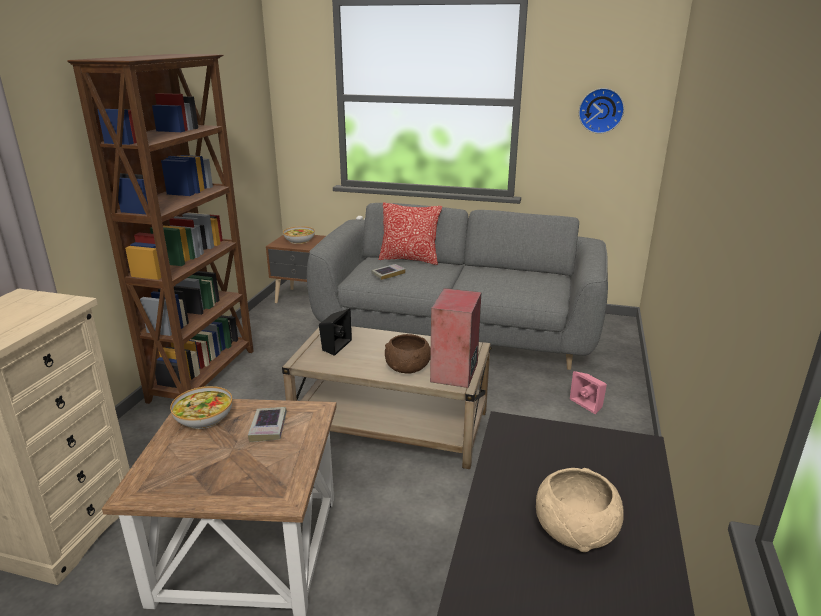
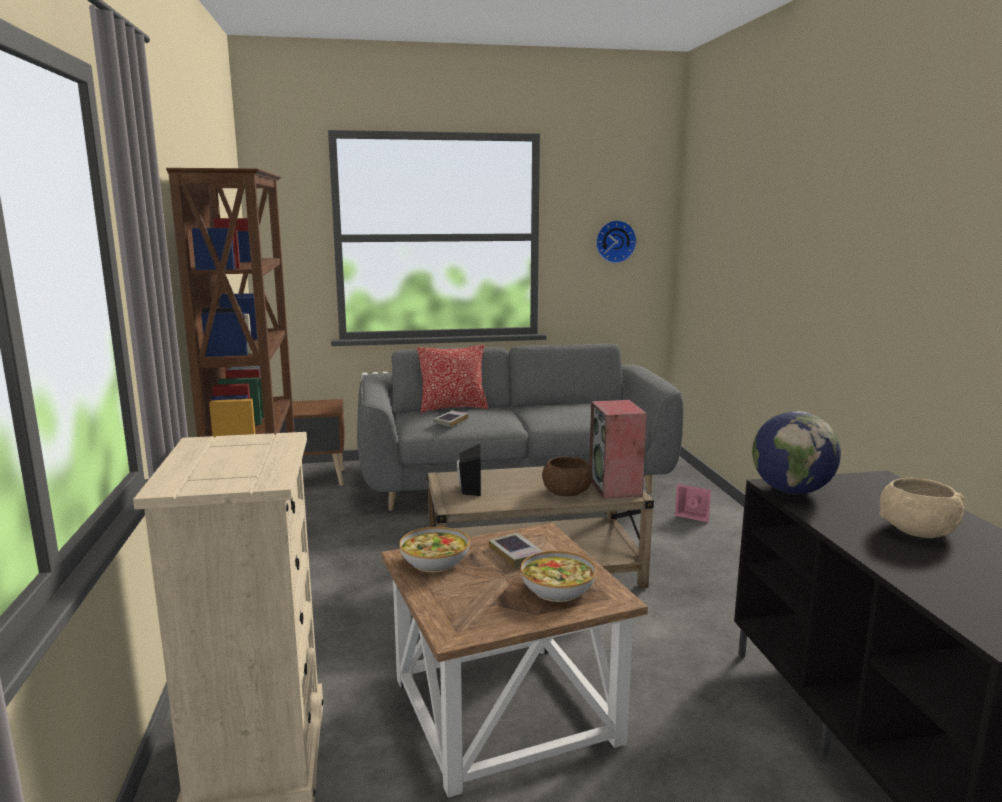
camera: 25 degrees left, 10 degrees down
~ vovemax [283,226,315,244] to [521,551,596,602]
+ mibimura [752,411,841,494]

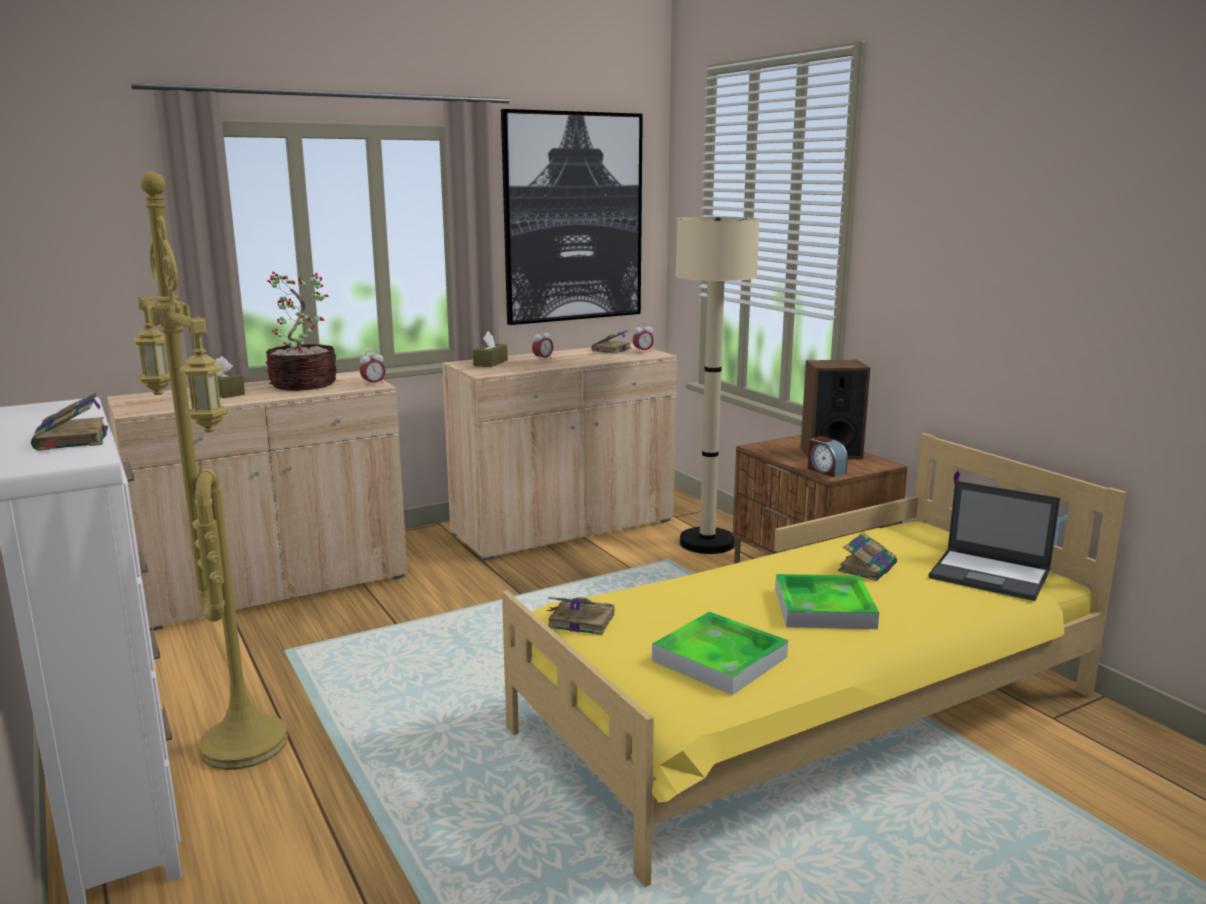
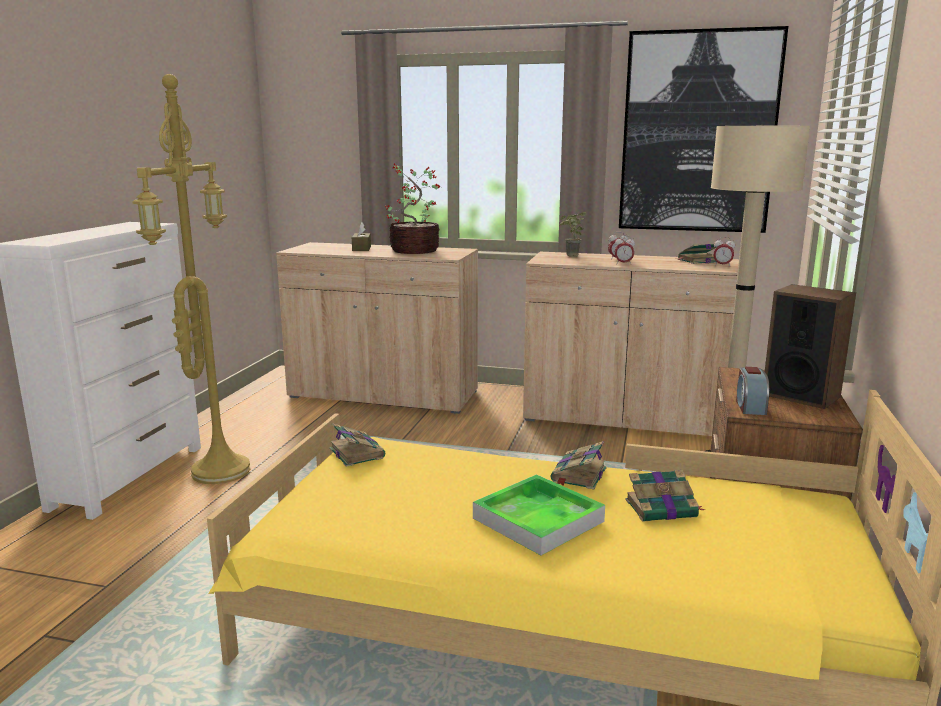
camera: 45 degrees right, 0 degrees up
~ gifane [31,391,108,451] to [551,441,607,489]
~ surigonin [360,350,386,386] to [615,235,635,264]
~ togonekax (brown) [473,331,508,367] to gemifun [560,212,586,257]
- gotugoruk [652,611,788,695]
- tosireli [928,481,1060,601]

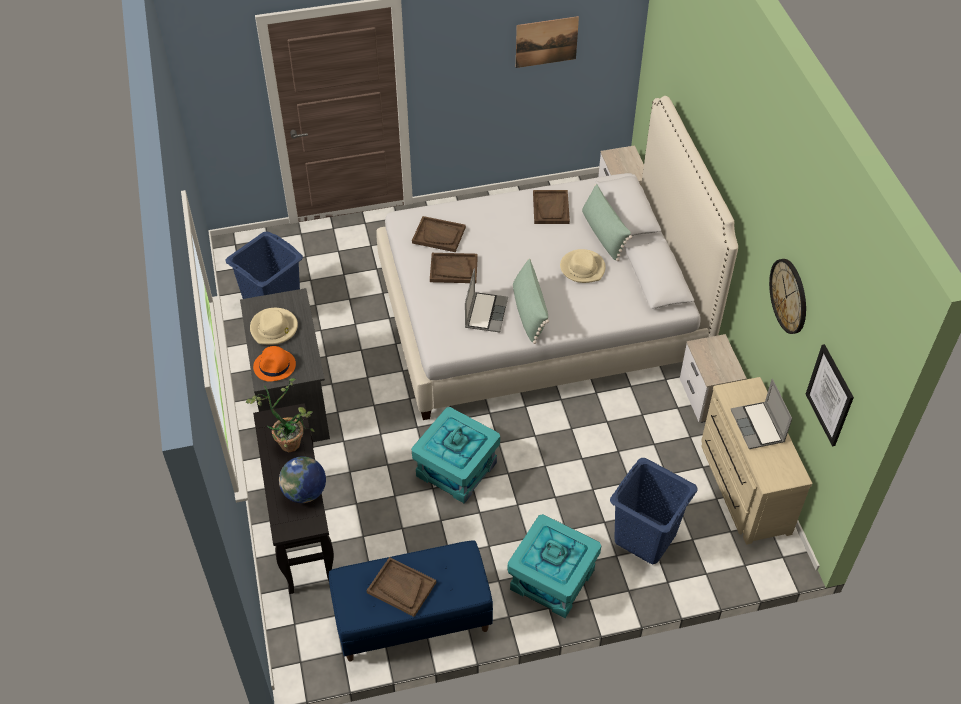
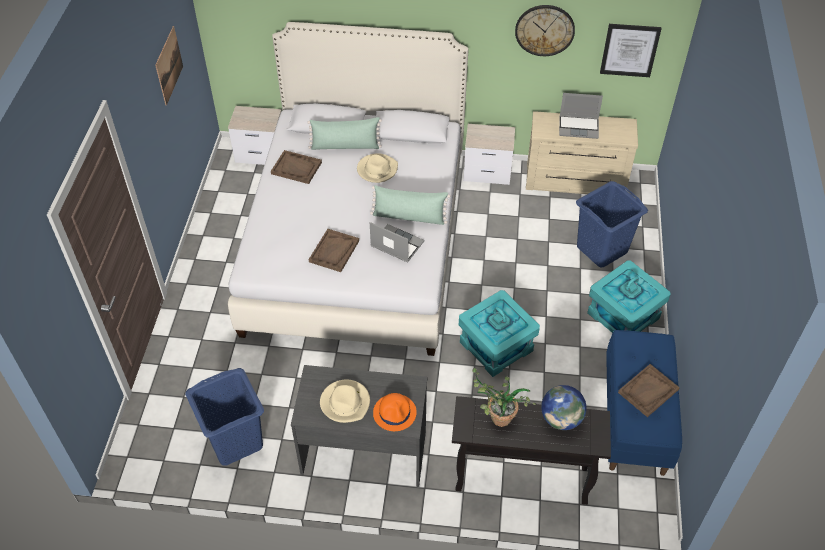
camera: 70 degrees left, 0 degrees up
- gotugoruk (brown) [412,216,466,252]

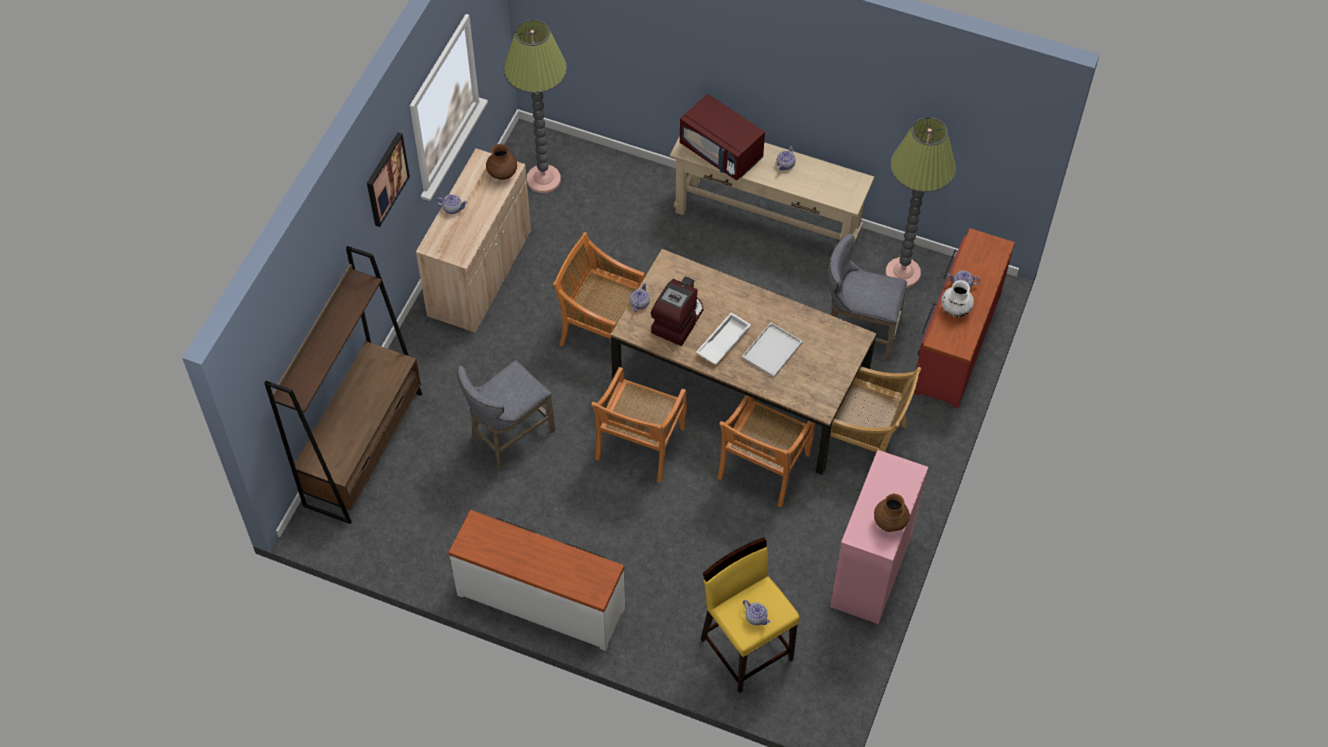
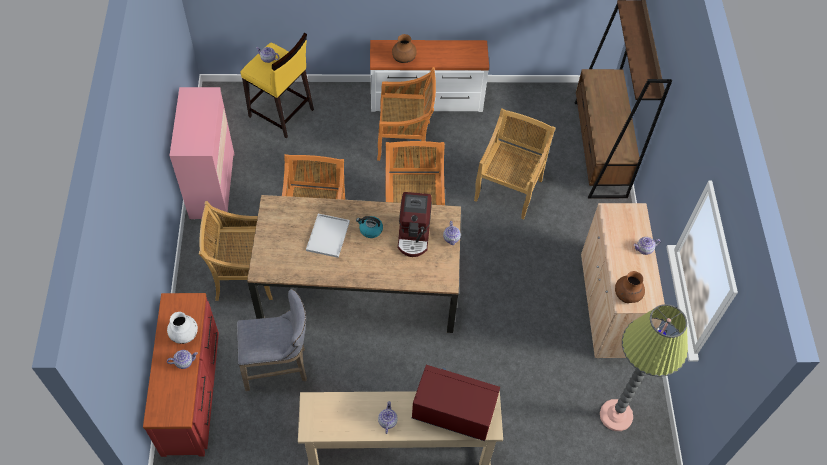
camera: 155 degrees right, 0 degrees up
- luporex [367,132,410,227]
~ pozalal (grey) [457,360,555,469] to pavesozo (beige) [474,109,556,219]
~ pavesozo (orange) [553,232,645,346] to [377,67,436,161]
~ gotugoruk (white) [696,313,751,365] to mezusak [356,216,383,238]
~ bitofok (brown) [874,494,910,532] to [392,34,417,63]
- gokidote [885,117,956,288]

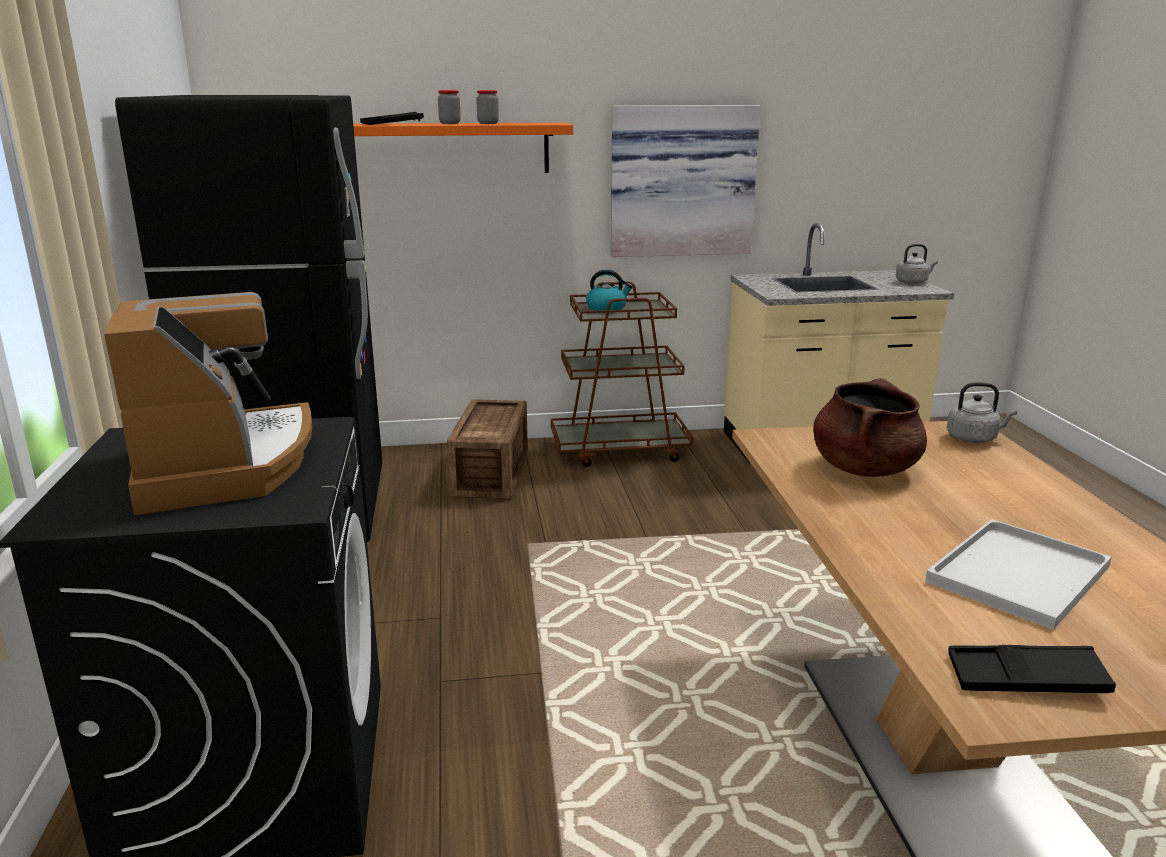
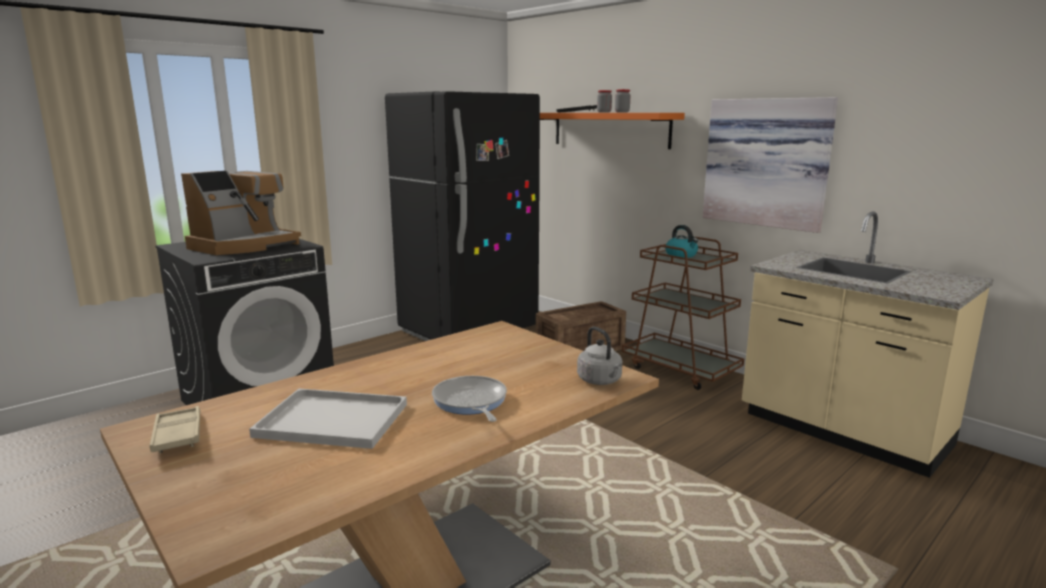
camera: 55 degrees right, 5 degrees down
- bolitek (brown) [813,378,927,477]
- mezusak (grey) [896,244,938,284]
~ gotugoruk (black) [948,645,1116,693] to gotugoruk (beige) [149,406,201,453]
+ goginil [432,376,507,422]

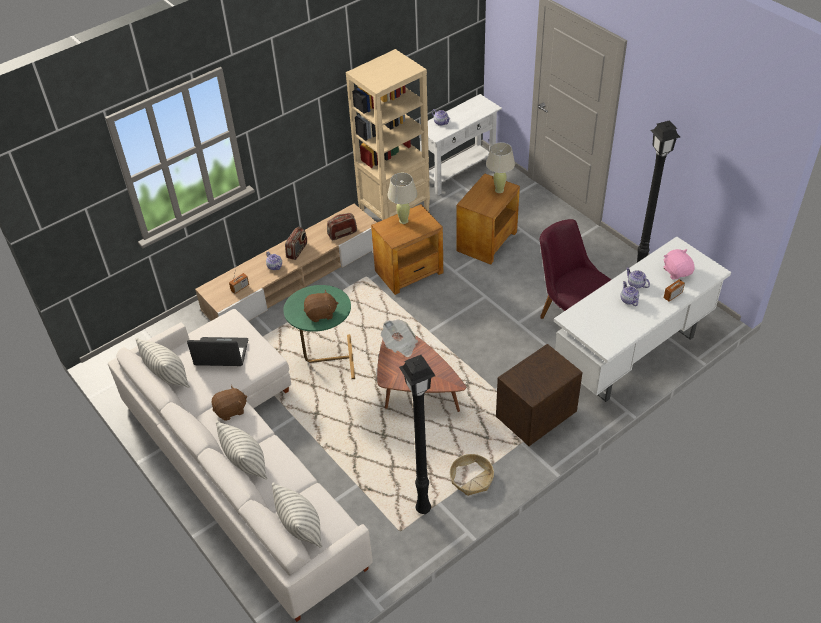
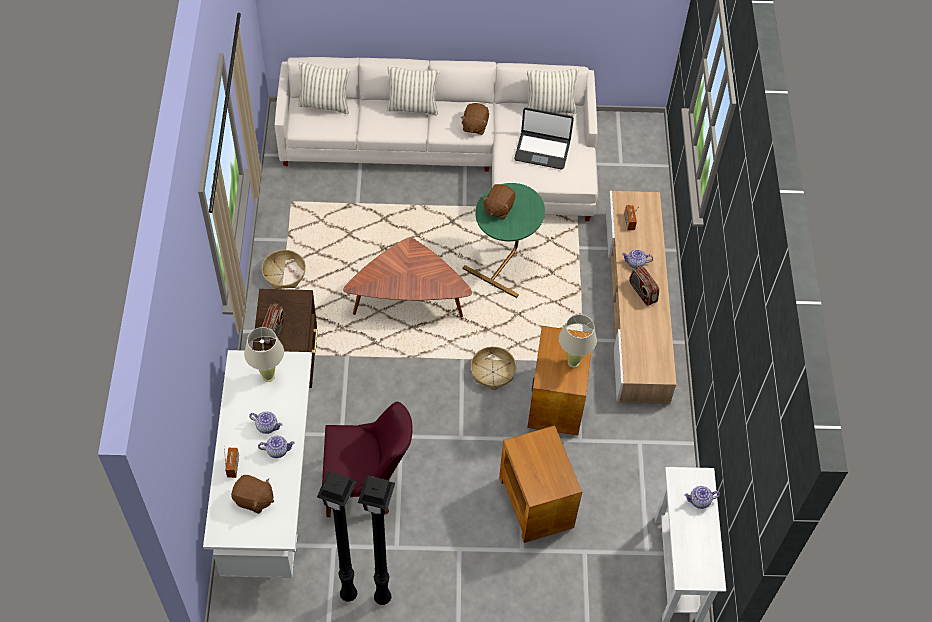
camera: 125 degrees right, 10 degrees up
~ tosireli [187,337,248,366] = [514,108,574,169] 60 degrees clockwise
~ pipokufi [327,213,357,240] to [261,303,285,347]
- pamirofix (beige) [346,49,430,220]
- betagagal [381,319,418,357]
~ gokidote (black) [399,355,435,514] to [358,476,395,605]
~ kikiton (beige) [486,142,515,193] to [244,327,284,382]
~ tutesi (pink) [664,249,695,279] to tutesi (brown) [231,475,274,514]
+ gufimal [471,346,516,390]

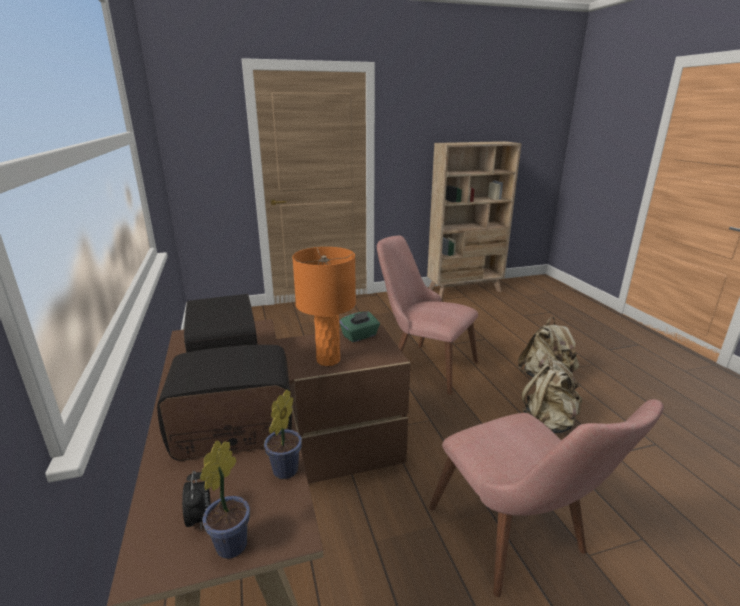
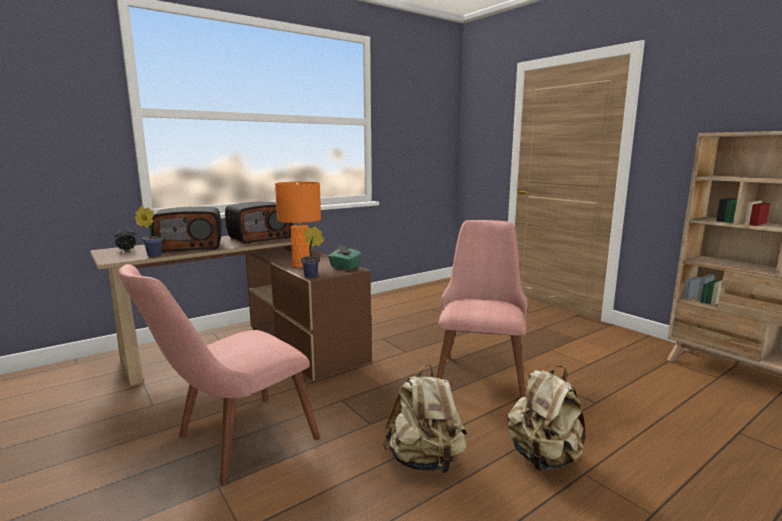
camera: 70 degrees right, 10 degrees down
~ pipokufi [157,345,292,461] = [151,206,222,253] 105 degrees clockwise
~ gemifun [200,441,250,559] to [301,226,323,278]

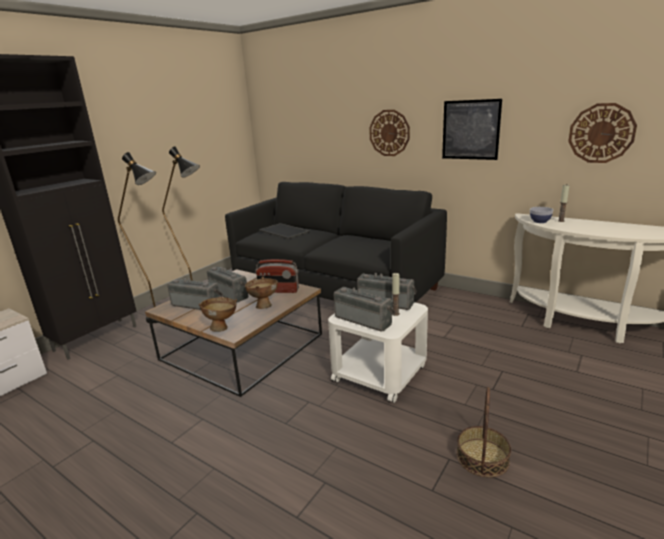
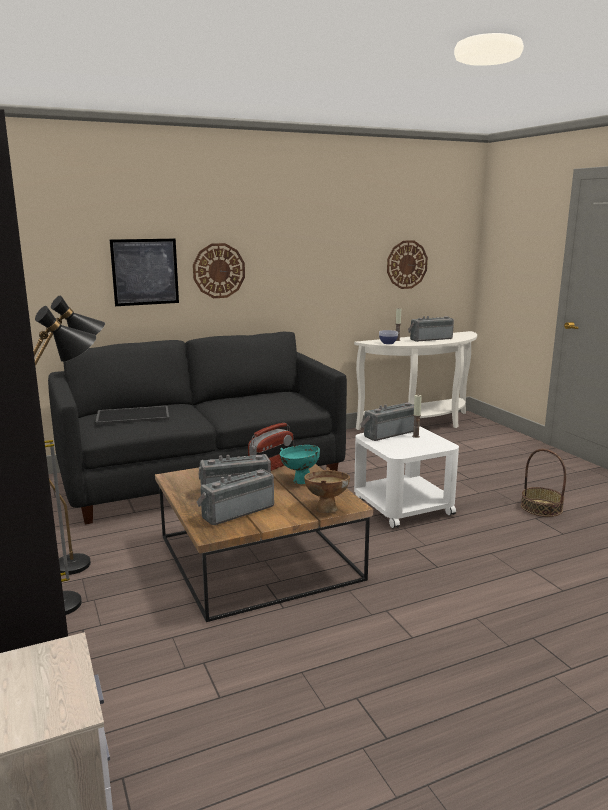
camera: 60 degrees left, 5 degrees down
~ vovemax (brown) [245,277,278,309] to vovemax (turquoise) [280,445,320,484]
~ pipokufi [334,287,396,331] to [408,316,454,342]
~ luporex [442,99,502,160] to [110,239,179,306]

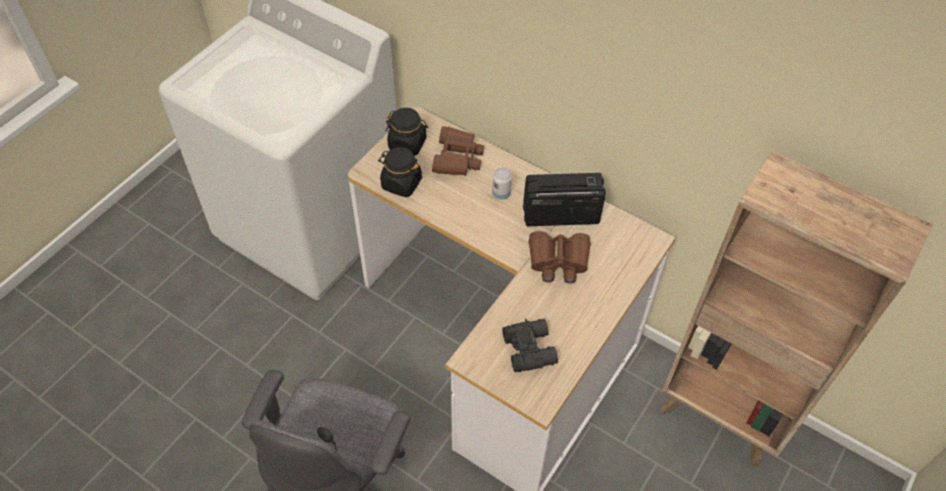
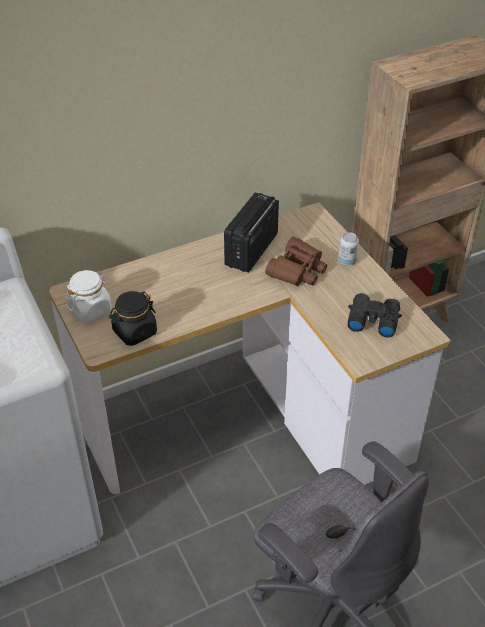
camera: 60 degrees left, 10 degrees down
~ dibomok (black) [386,108,428,156] to dibomok (white) [66,270,112,323]
- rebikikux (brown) [432,126,484,176]
~ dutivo [492,168,512,200] to [339,232,359,266]

